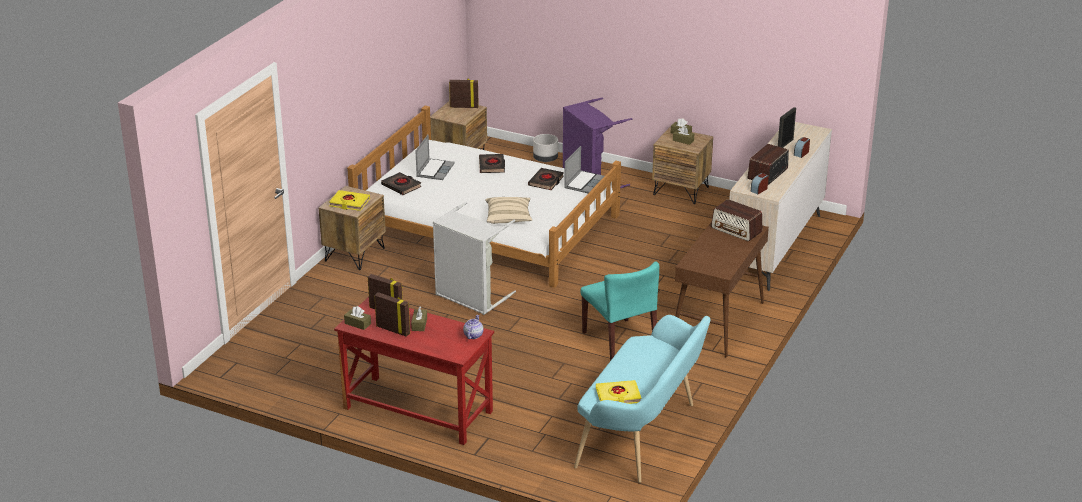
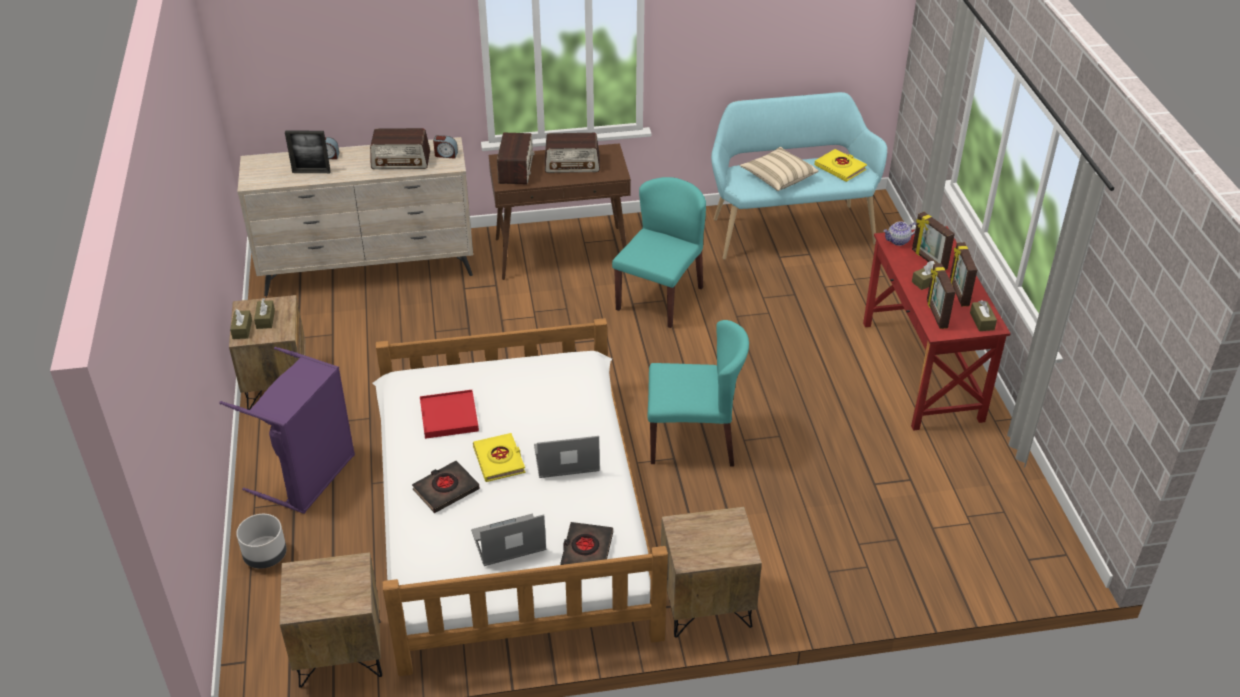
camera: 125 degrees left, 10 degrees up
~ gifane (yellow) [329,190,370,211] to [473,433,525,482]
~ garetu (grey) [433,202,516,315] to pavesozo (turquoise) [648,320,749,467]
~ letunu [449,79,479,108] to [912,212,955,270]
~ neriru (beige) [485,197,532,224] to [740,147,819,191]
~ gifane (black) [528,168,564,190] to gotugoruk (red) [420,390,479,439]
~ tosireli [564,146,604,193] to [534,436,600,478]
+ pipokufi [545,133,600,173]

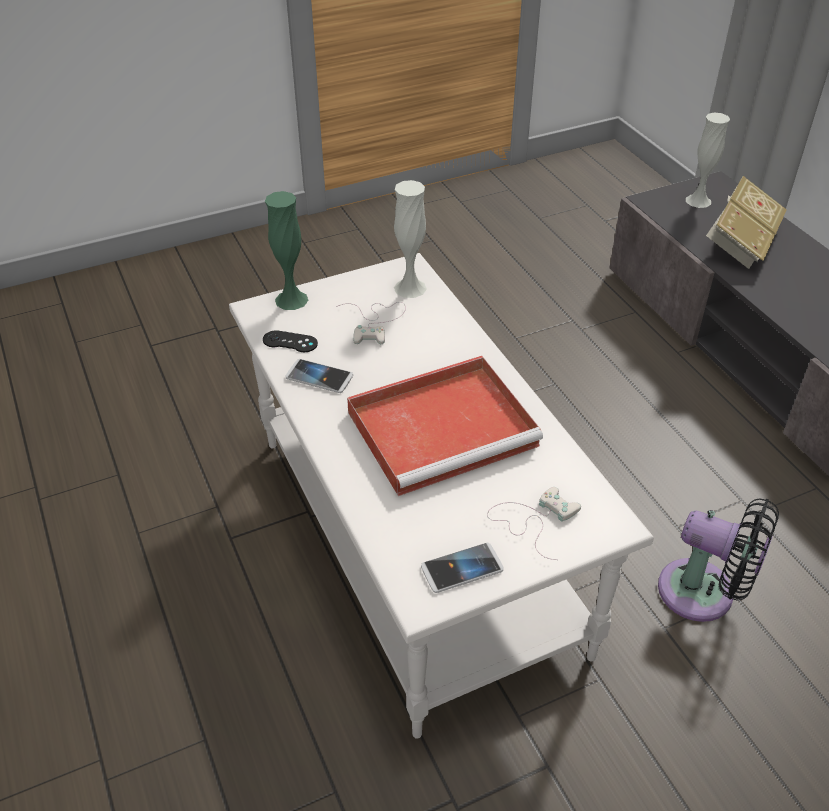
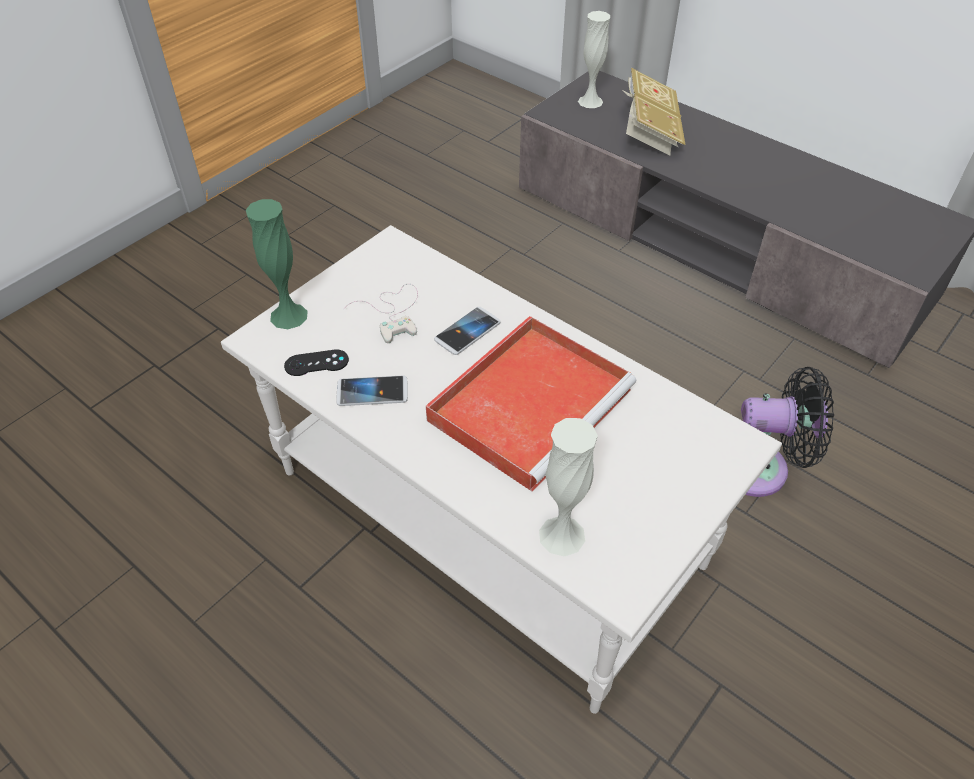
camera: 25 degrees left, 5 degrees up
~ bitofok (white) [394,180,427,298] to [539,418,598,556]
~ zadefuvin [421,543,504,593] to [434,307,501,355]
- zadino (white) [487,487,581,560]

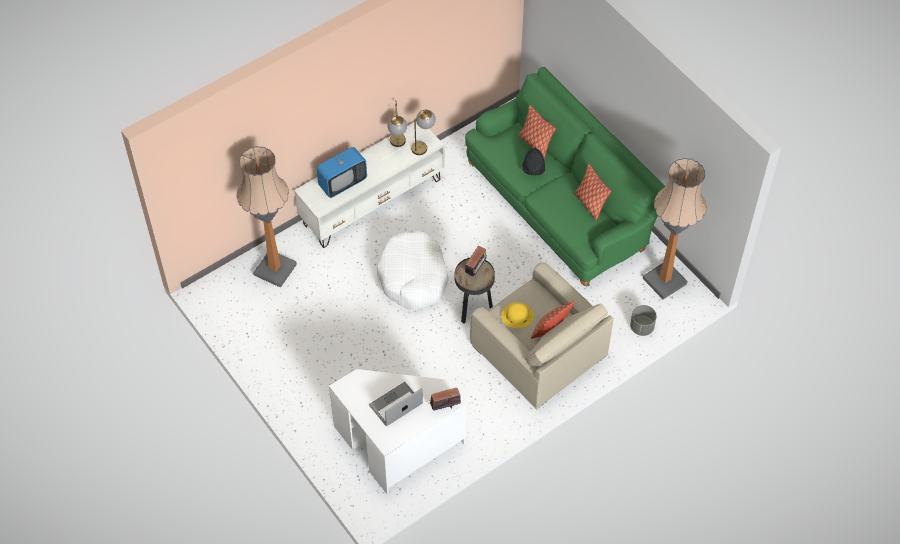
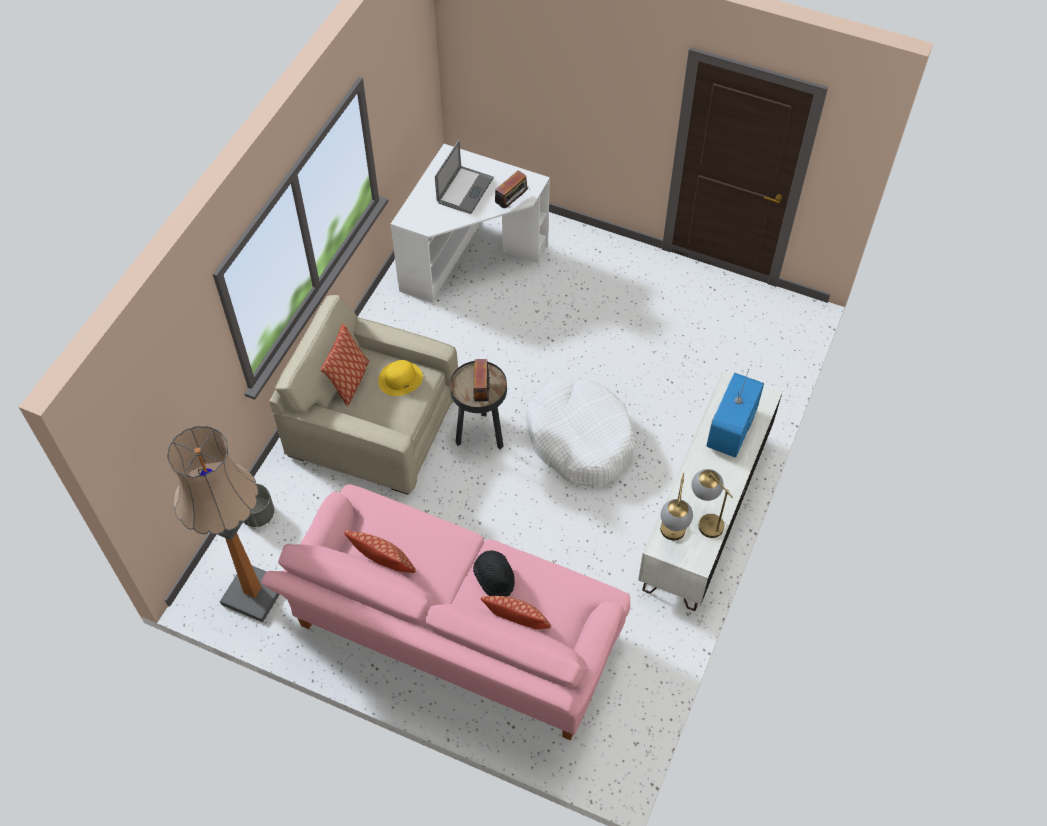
camera: 150 degrees right, 0 degrees up
- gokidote [237,146,297,288]
~ pipokufi [429,388,461,410] to [495,170,527,208]
~ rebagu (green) [465,67,665,286] to rebagu (pink) [261,484,630,740]

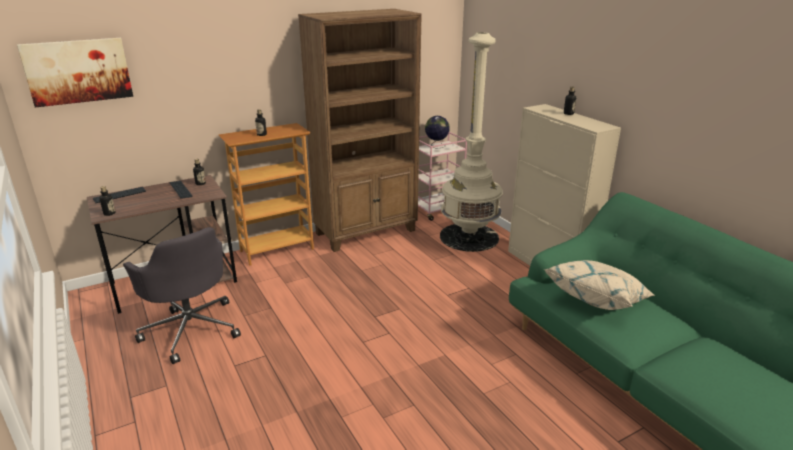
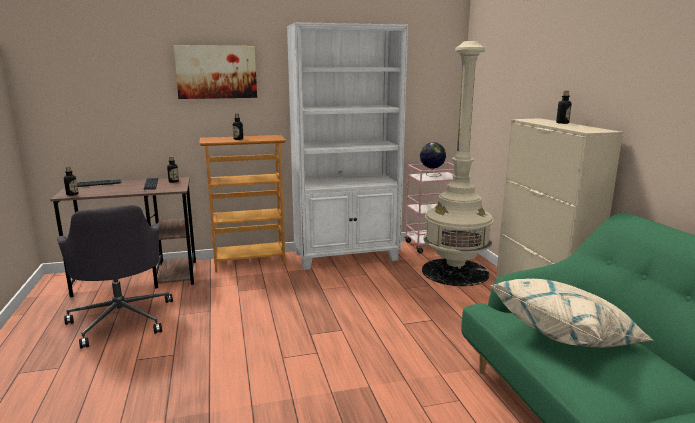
camera: 15 degrees right, 10 degrees down
~ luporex [17,38,133,107] to [173,45,257,99]
~ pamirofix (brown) [298,9,422,252] to pamirofix (white) [287,22,408,270]

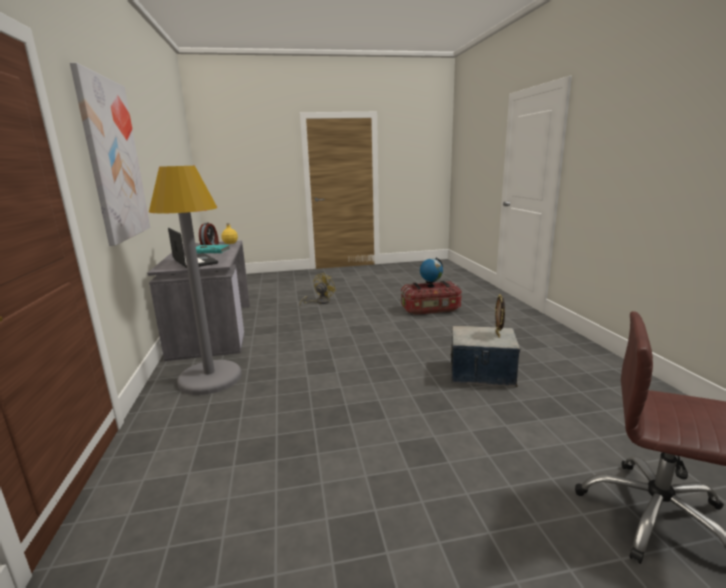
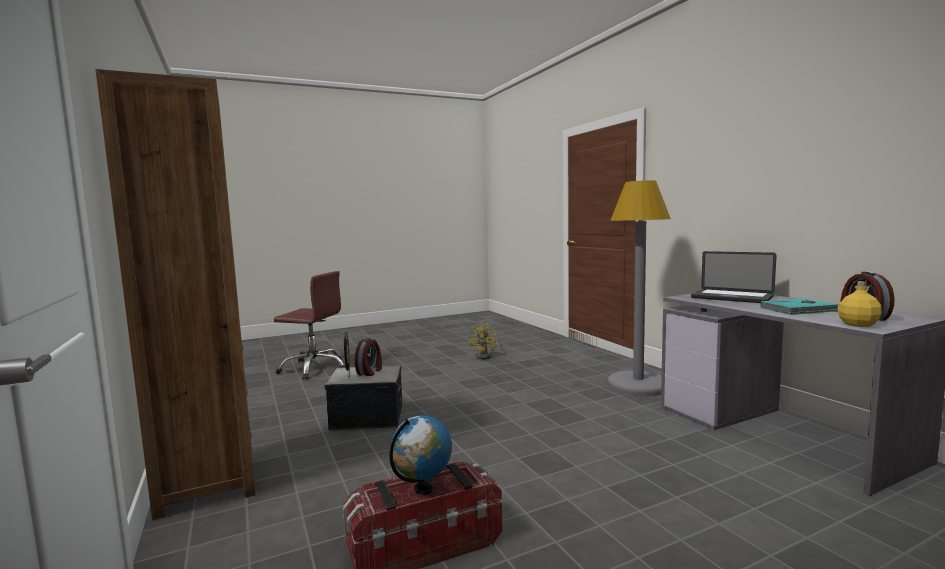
camera: 165 degrees right, 10 degrees down
- luporex [70,63,150,246]
~ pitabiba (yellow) [300,273,336,304] to [468,323,504,359]
+ pamirofix (brown) [95,69,256,521]
+ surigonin [355,338,382,376]

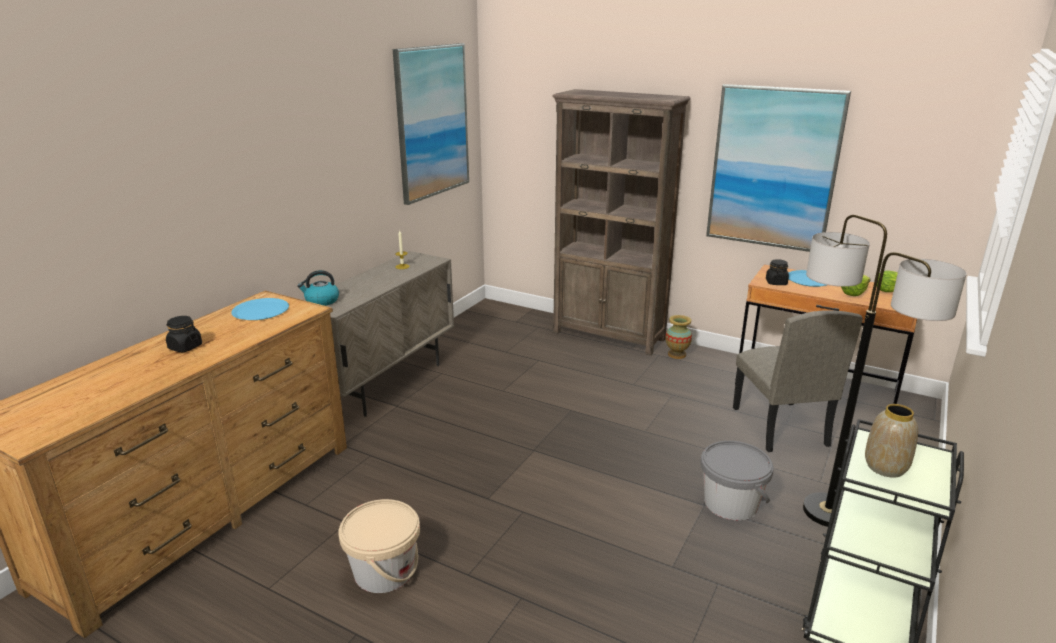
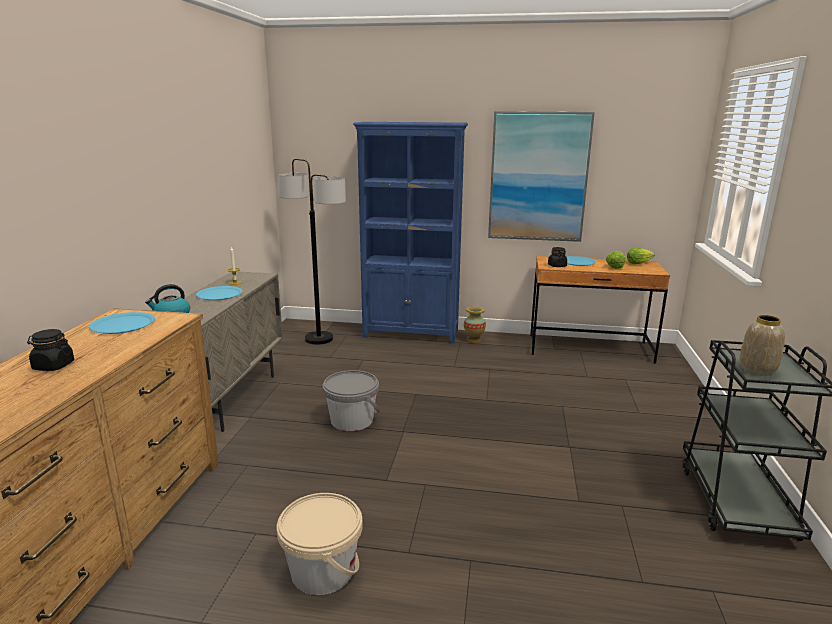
camera: 20 degrees left, 5 degrees down
- luporex [393,43,469,205]
~ pamirofix (brown) [552,89,690,356] to pamirofix (blue) [353,122,468,344]
~ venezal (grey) [700,441,774,520] to [322,370,380,431]
- pavesozo (beige) [733,311,863,452]
~ gokidote [803,215,967,527] to [277,158,346,345]
+ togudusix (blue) [196,286,243,300]

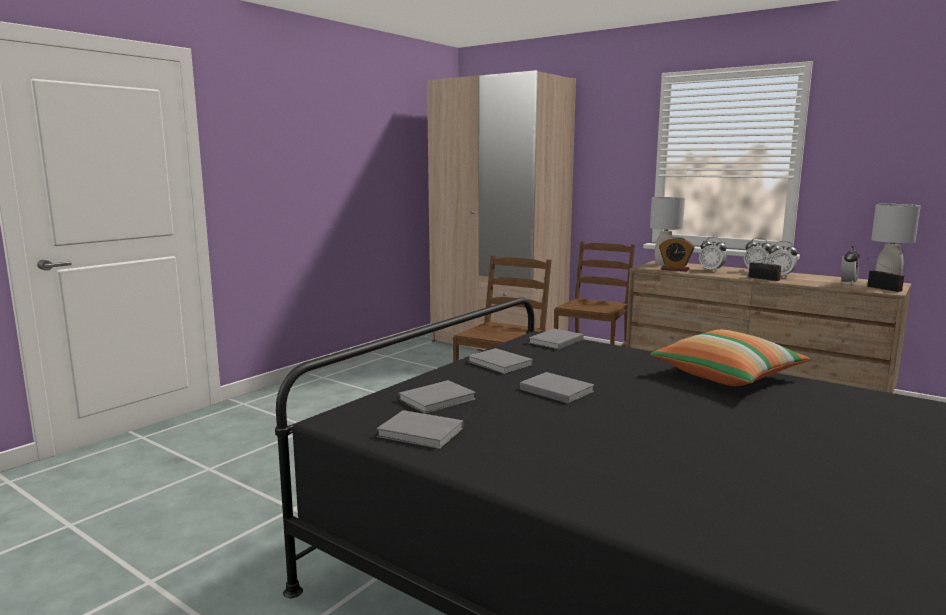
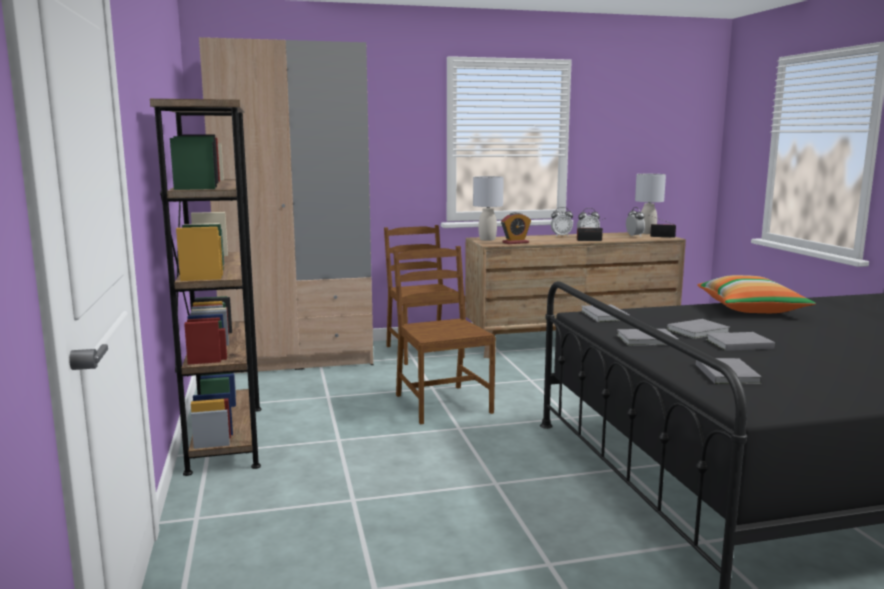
camera: 50 degrees left, 0 degrees up
~ gifane (grey) [377,410,464,449] to [667,319,730,339]
- surigonin [699,237,727,271]
+ pamirofix (brown) [150,99,262,476]

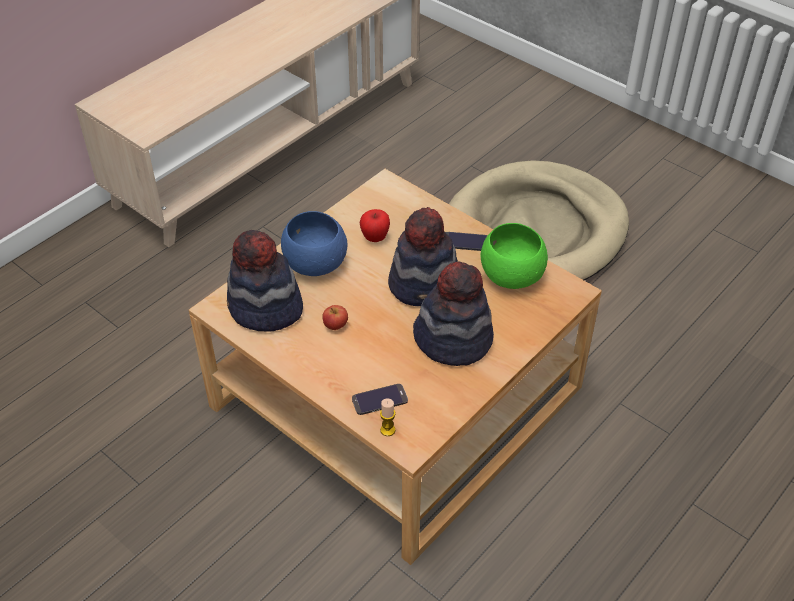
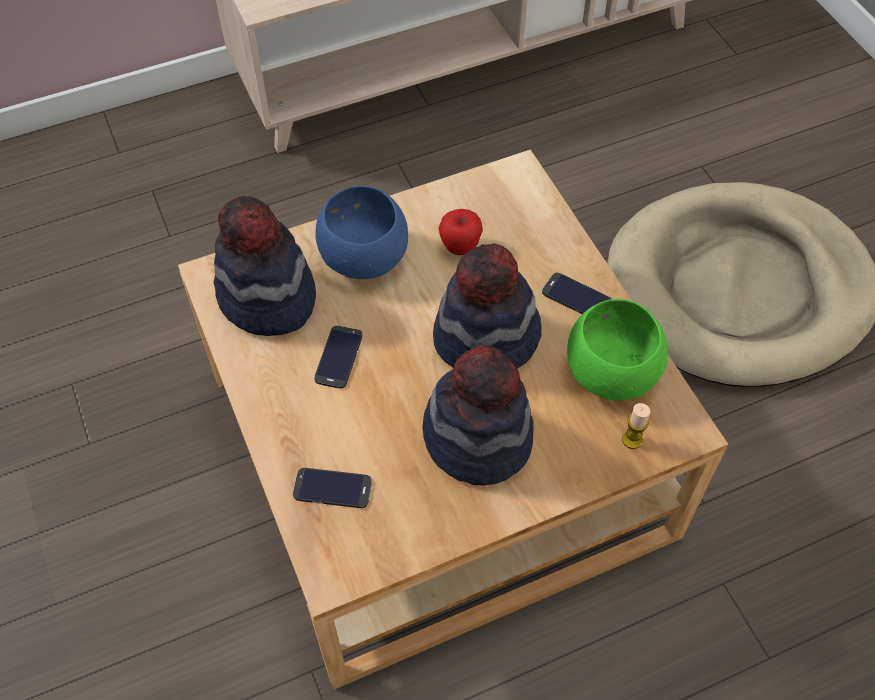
camera: 25 degrees right, 10 degrees up
~ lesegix [322,305,348,330] to zadefuvin [314,326,362,389]
~ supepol [380,399,396,436] to [622,403,651,449]

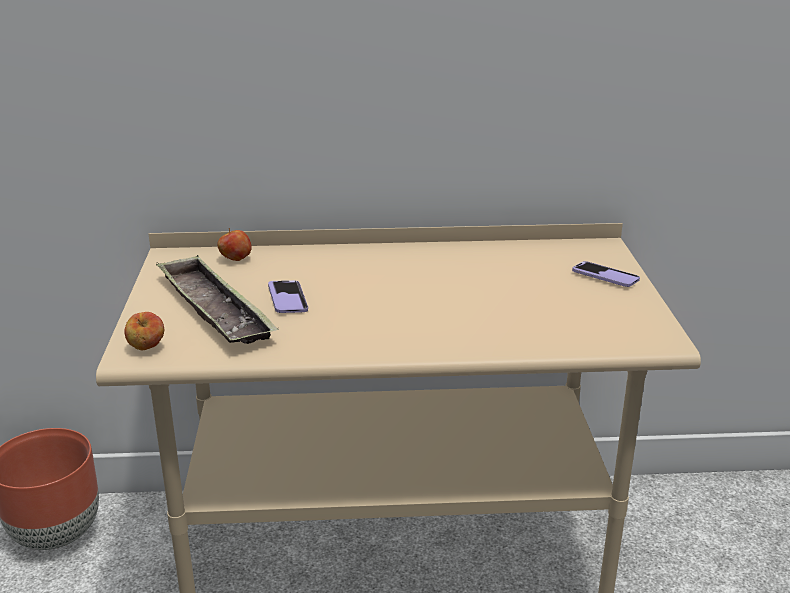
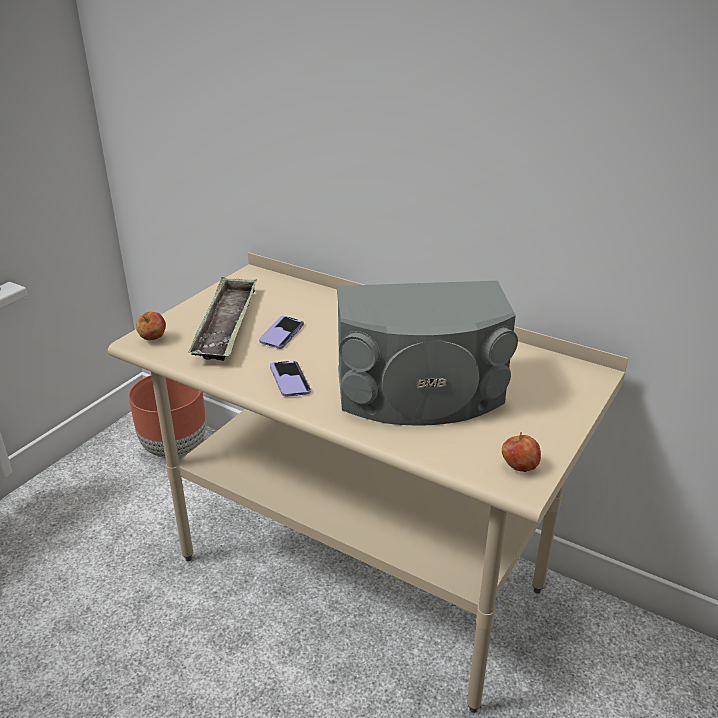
camera: 35 degrees right, 5 degrees up
~ lesegix [217,228,252,261] to [502,432,541,472]
~ zadefuvin [572,261,640,287] to [270,361,311,397]
+ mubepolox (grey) [337,281,518,426]

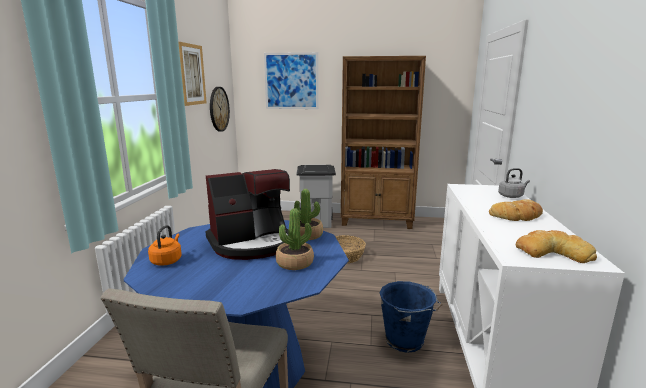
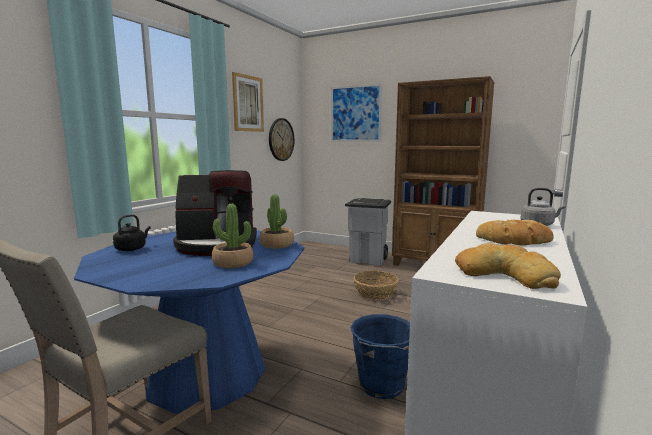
camera: 20 degrees right, 5 degrees down
~ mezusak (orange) [148,225,182,266] to mezusak (black) [113,214,151,251]

